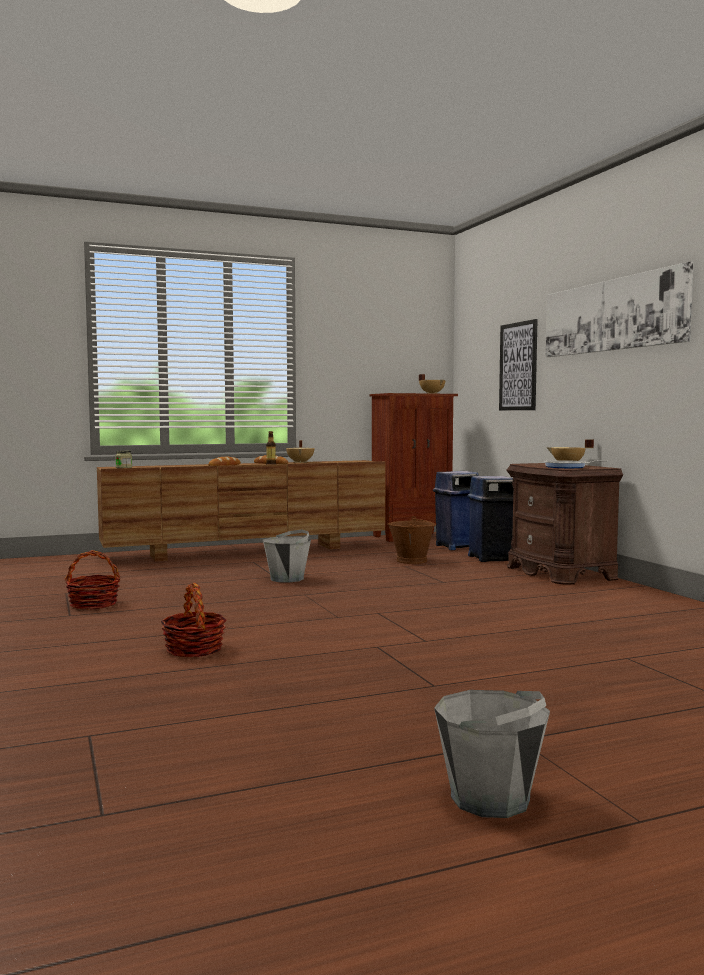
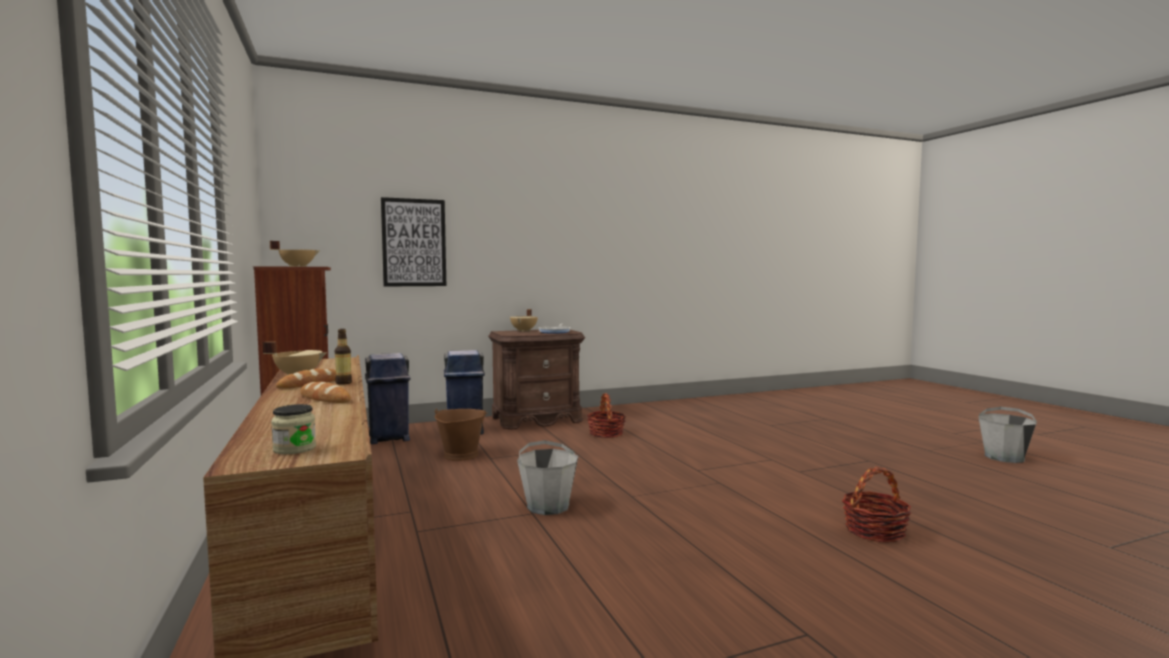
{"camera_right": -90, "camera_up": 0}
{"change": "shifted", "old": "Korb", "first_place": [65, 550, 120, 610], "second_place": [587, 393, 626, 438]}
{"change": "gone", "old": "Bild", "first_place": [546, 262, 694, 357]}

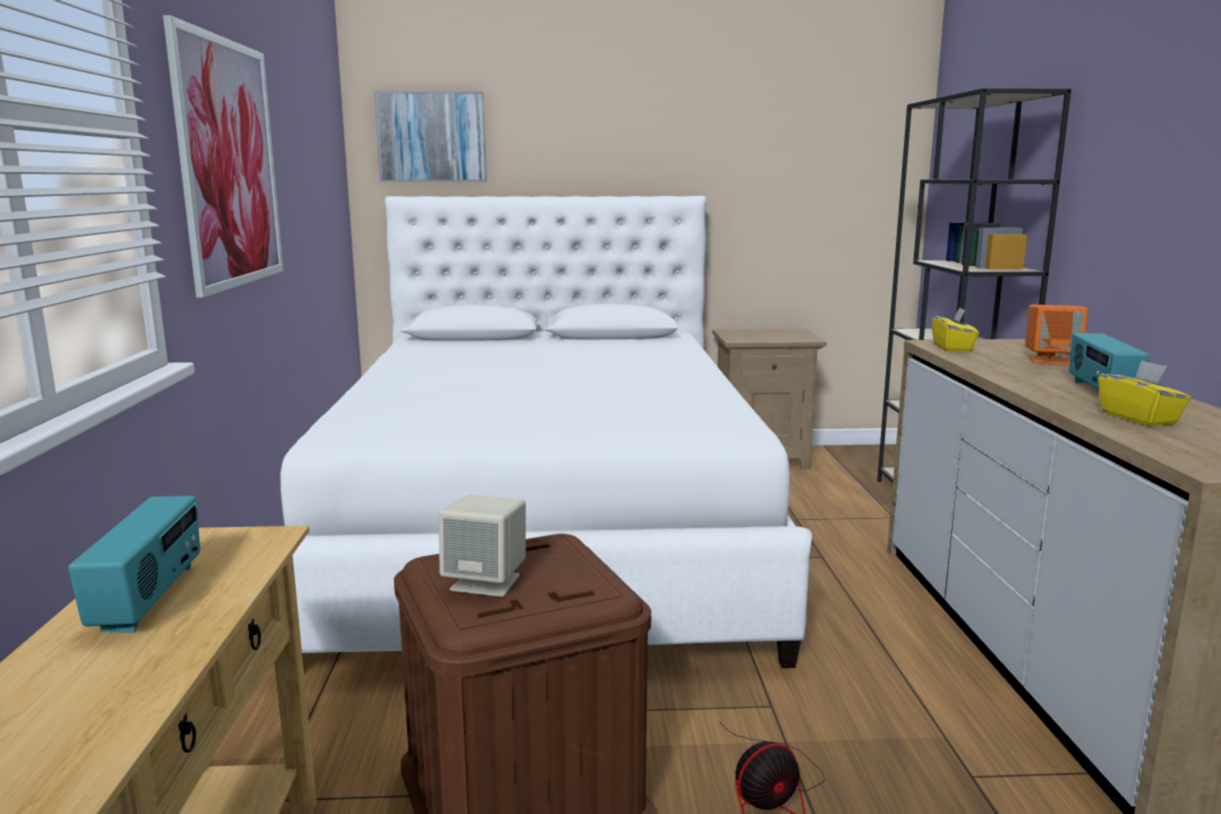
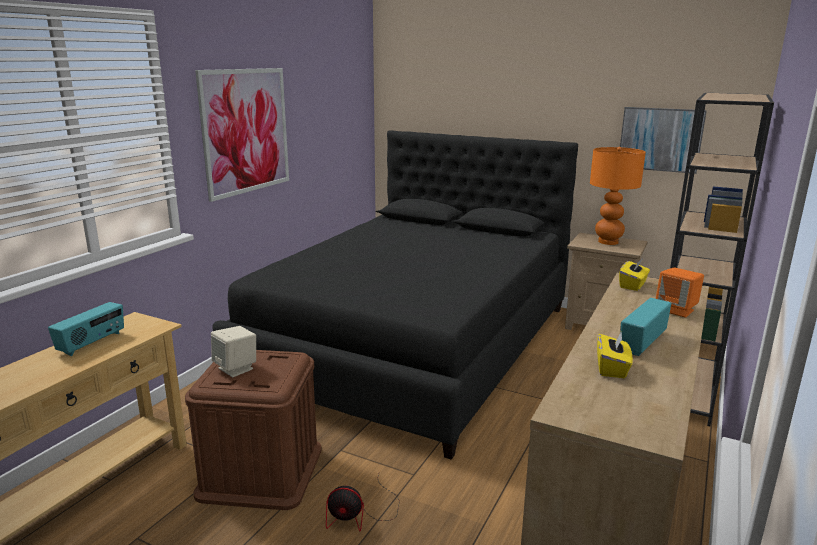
{"camera_right": 30, "camera_up": 5}
{"change": "repainted", "old": "Bett (weiß)", "new": "Bett (schwarz)", "first_place": [280, 196, 812, 668], "second_place": [212, 130, 578, 460]}
{"change": "shifted", "old": "Bild", "first_place": [374, 91, 487, 182], "second_place": [620, 107, 707, 174]}
{"change": "new", "new": "Tischlampe (orange)", "second_place": [590, 147, 646, 245]}

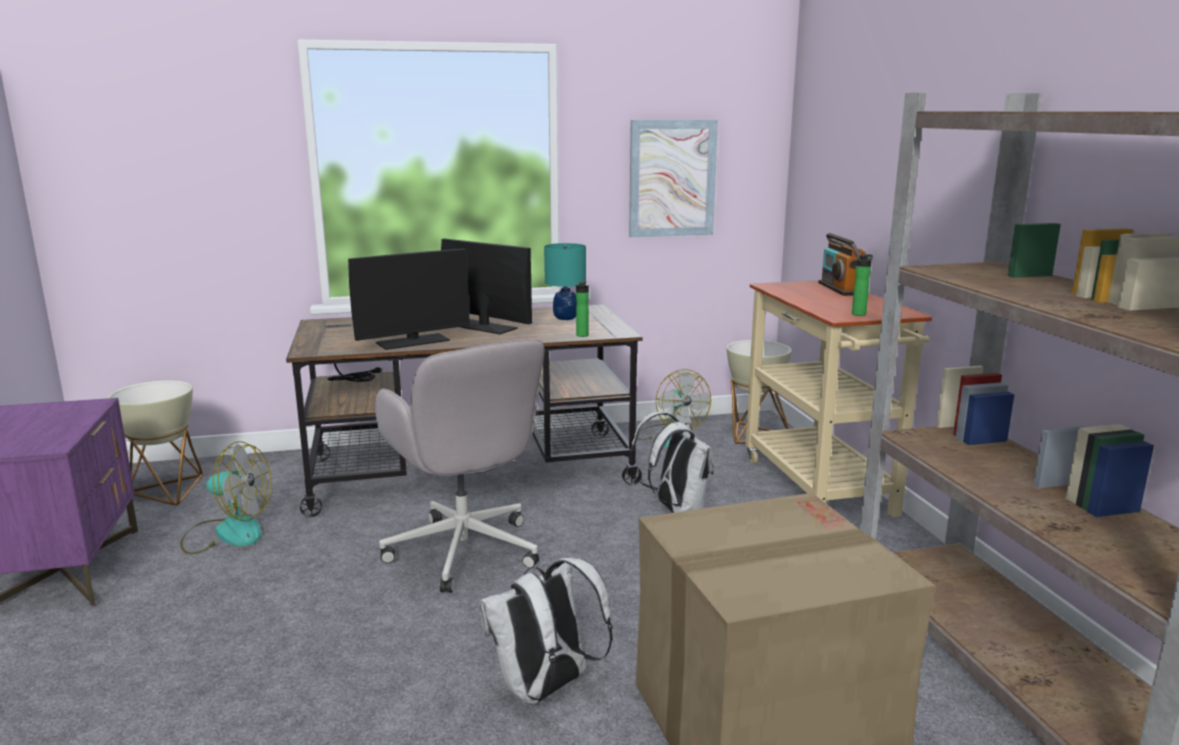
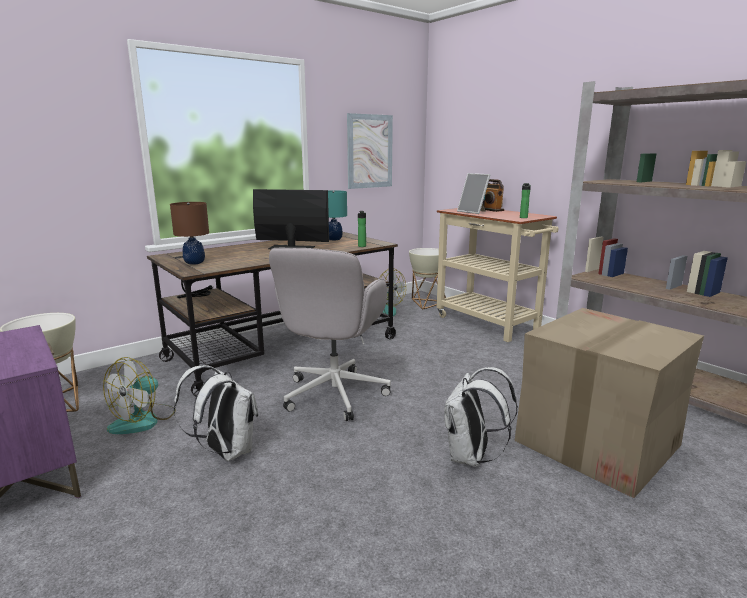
{"camera_right": -25, "camera_up": 0}
{"change": "rotated", "old": "Ventilator", "first_place": [180, 441, 271, 554], "second_place": [103, 357, 176, 434], "degrees": 135}
{"change": "gone", "old": "Monitor", "first_place": [348, 249, 470, 350]}
{"change": "rotated", "old": "Bürostuhl (grau)", "first_place": [375, 339, 545, 593], "second_place": [269, 248, 391, 421], "degrees": 75}
{"change": "shifted", "old": "Rucksack (weiß)", "first_place": [630, 412, 714, 513], "second_place": [174, 365, 258, 461]}
{"change": "new", "new": "Tischlampe (braun)", "second_place": [170, 202, 209, 264]}
{"change": "new", "new": "Bilderrahmen", "second_place": [457, 173, 490, 214]}

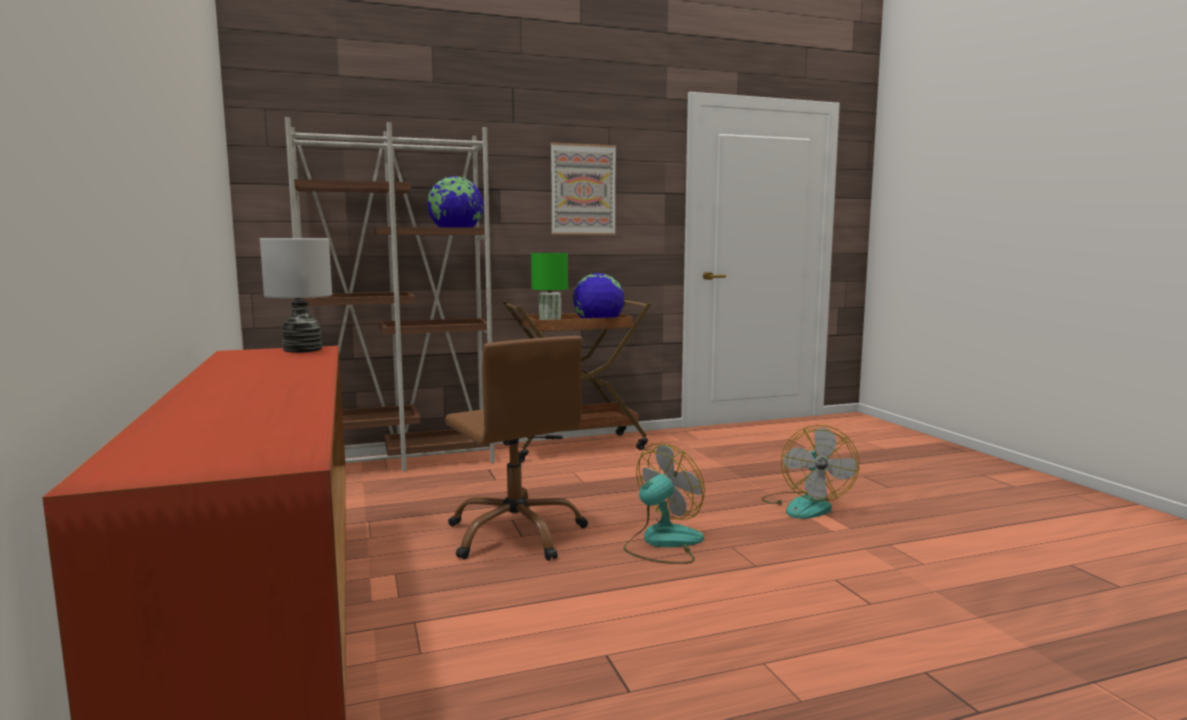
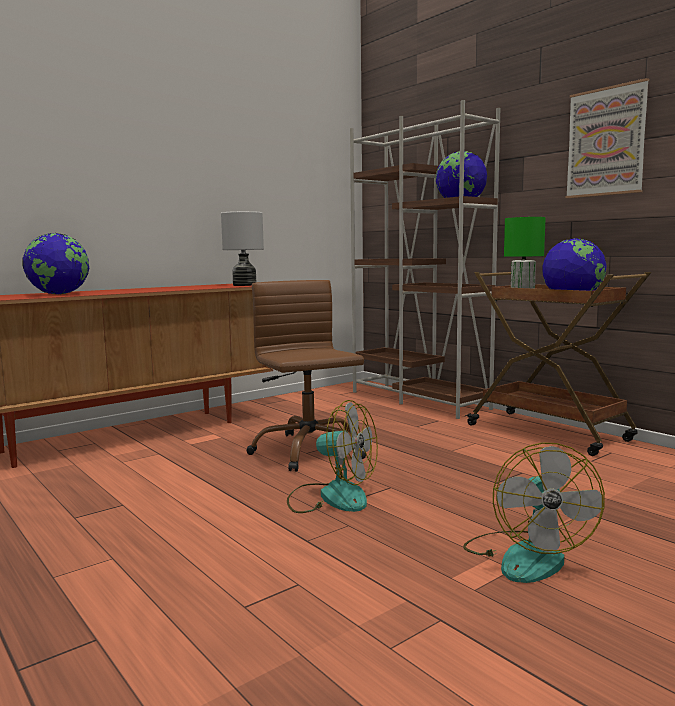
{"camera_right": 70, "camera_up": 0}
{"change": "rotated", "old": "Bürostuhl (braun)", "first_place": [445, 336, 588, 561], "second_place": [247, 280, 366, 472], "degrees": 120}
{"change": "rotated", "old": "Ventilator", "first_place": [762, 425, 859, 519], "second_place": [463, 442, 605, 583], "degrees": -75}
{"change": "new", "new": "Globus", "second_place": [23, 233, 90, 294]}

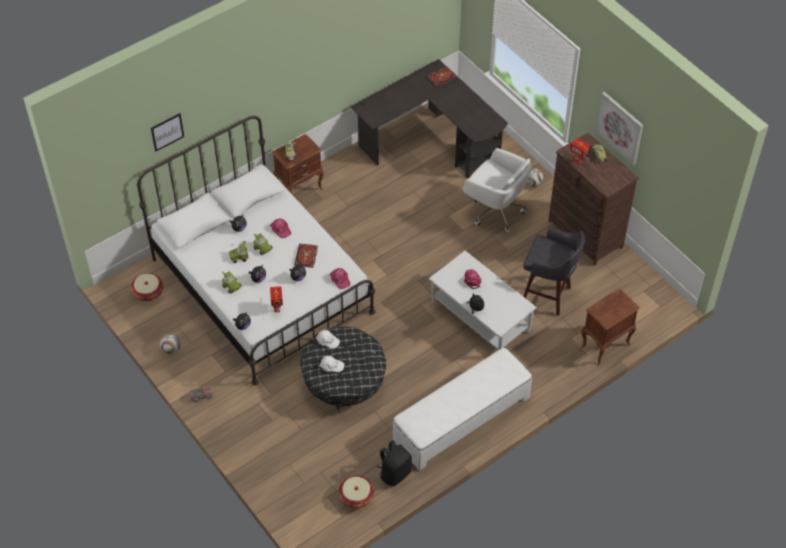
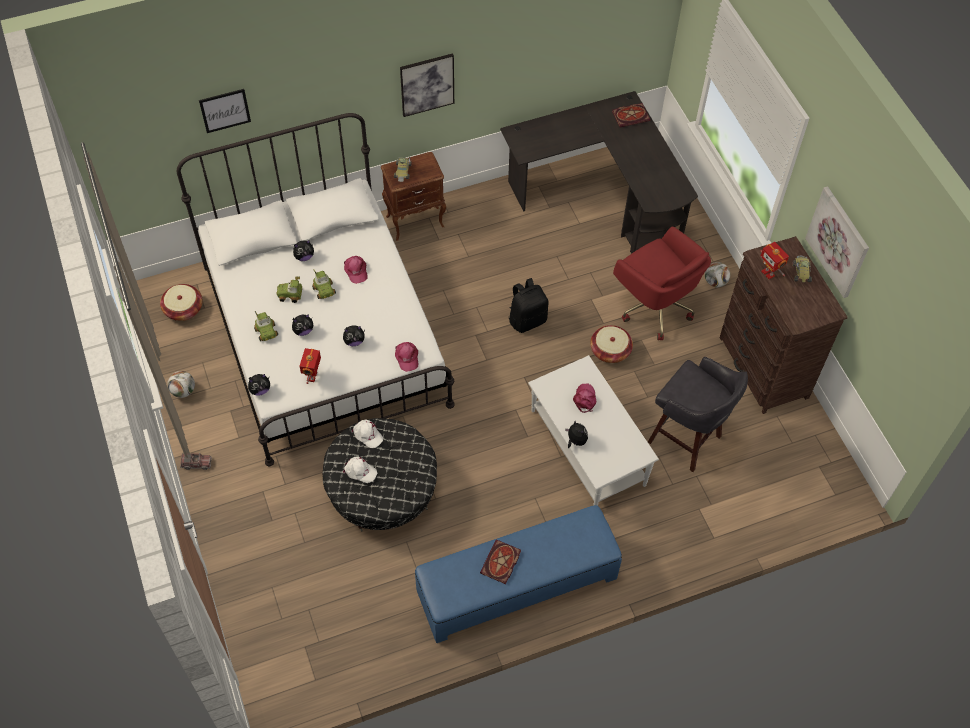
{"camera_right": 15, "camera_up": 5}
{"change": "shifted", "old": "Buch", "first_place": [294, 243, 318, 268], "second_place": [480, 539, 521, 584]}
{"change": "shifted", "old": "Korb", "first_place": [338, 475, 374, 509], "second_place": [590, 325, 633, 363]}
{"change": "shifted", "old": "Rucksack (schwarz)", "first_place": [377, 440, 412, 486], "second_place": [509, 278, 549, 333]}
{"change": "repainted", "old": "Bank (weiß)", "new": "Bank (blau)", "first_place": [393, 348, 532, 471], "second_place": [415, 505, 622, 643]}
{"change": "repainted", "old": "Bürostuhl (weiß)", "new": "Bürostuhl (rot)", "first_place": [463, 148, 532, 233], "second_place": [613, 227, 711, 340]}
{"change": "gone", "old": "Nachttisch (braun)", "first_place": [580, 289, 640, 366]}
{"change": "new", "new": "Bild", "second_place": [400, 53, 454, 117]}

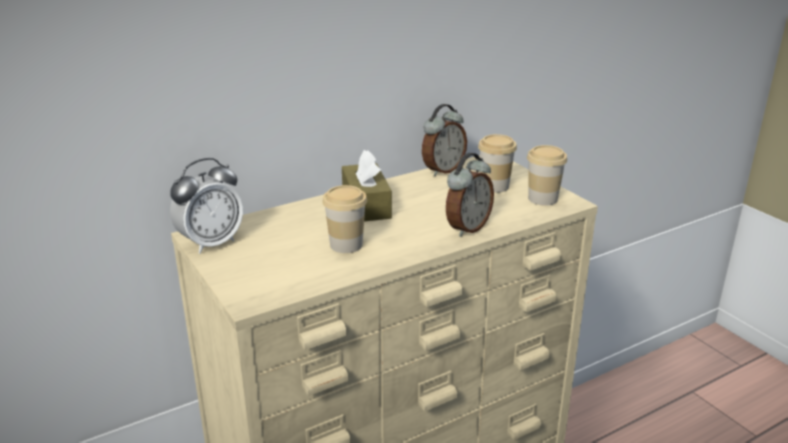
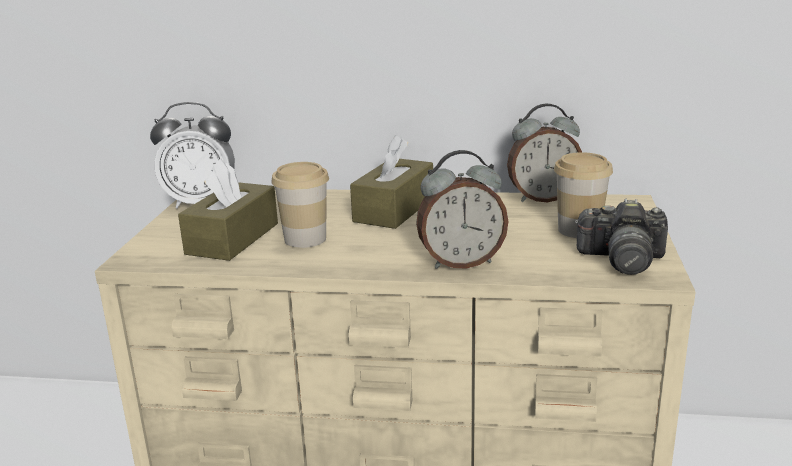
{"camera_right": 40, "camera_up": -5}
{"change": "swapped", "old": "Tasse", "new": "Kamera", "first_place": [527, 145, 567, 206], "second_place": [575, 199, 668, 275]}
{"change": "new", "new": "Taschentuchbox (braun)", "second_place": [178, 159, 278, 261]}

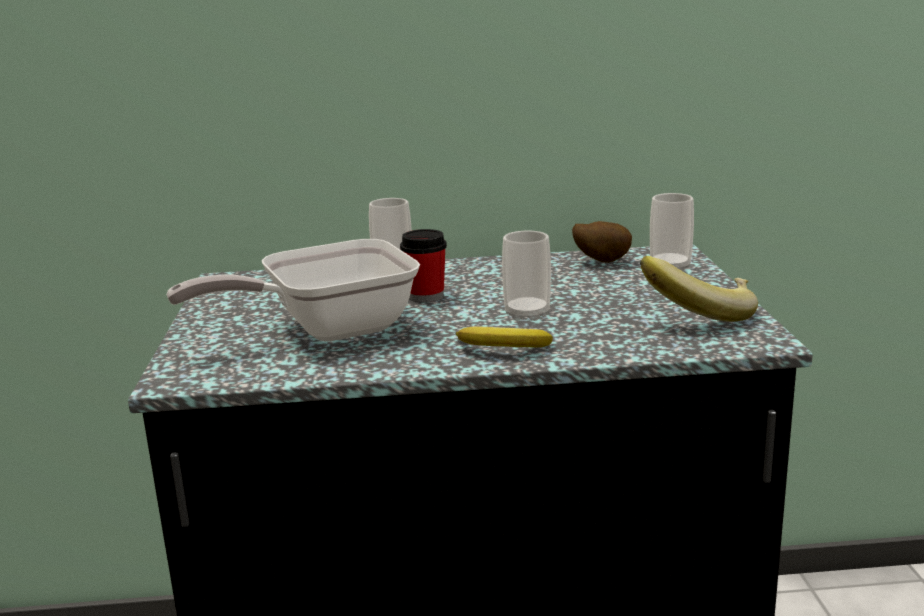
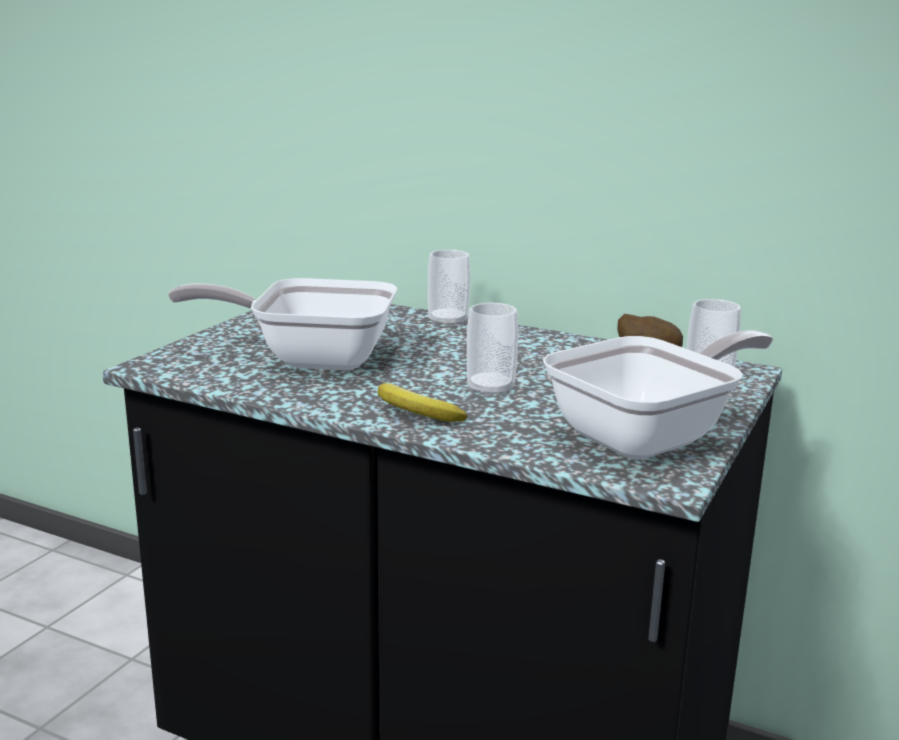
{"camera_right": 30, "camera_up": 0}
{"change": "gone", "old": "Tasse", "first_place": [400, 229, 447, 303]}
{"change": "swapped", "old": "Banane", "new": "Pfanne", "first_place": [640, 256, 758, 322], "second_place": [543, 330, 773, 460]}

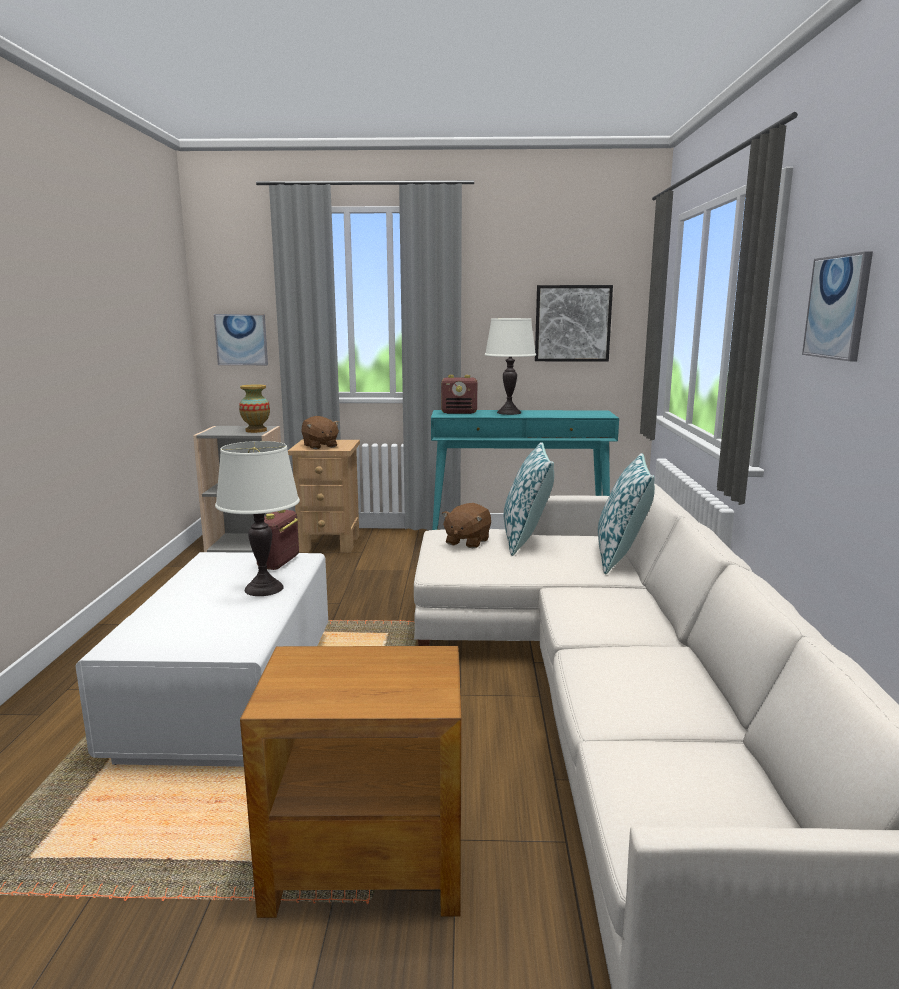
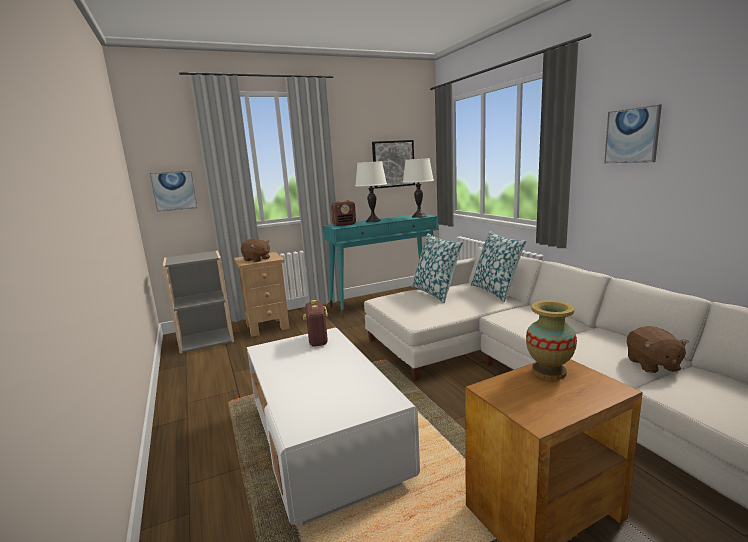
{"camera_right": -25, "camera_up": 0}
{"change": "shifted", "old": "Tischlampe (weiß)", "first_place": [215, 441, 300, 596], "second_place": [403, 158, 434, 218]}
{"change": "shifted", "old": "Vase", "first_place": [239, 384, 270, 433], "second_place": [526, 300, 577, 380]}
{"change": "shifted", "old": "Plüschtier (braun)", "first_place": [442, 503, 491, 548], "second_place": [627, 326, 689, 373]}

